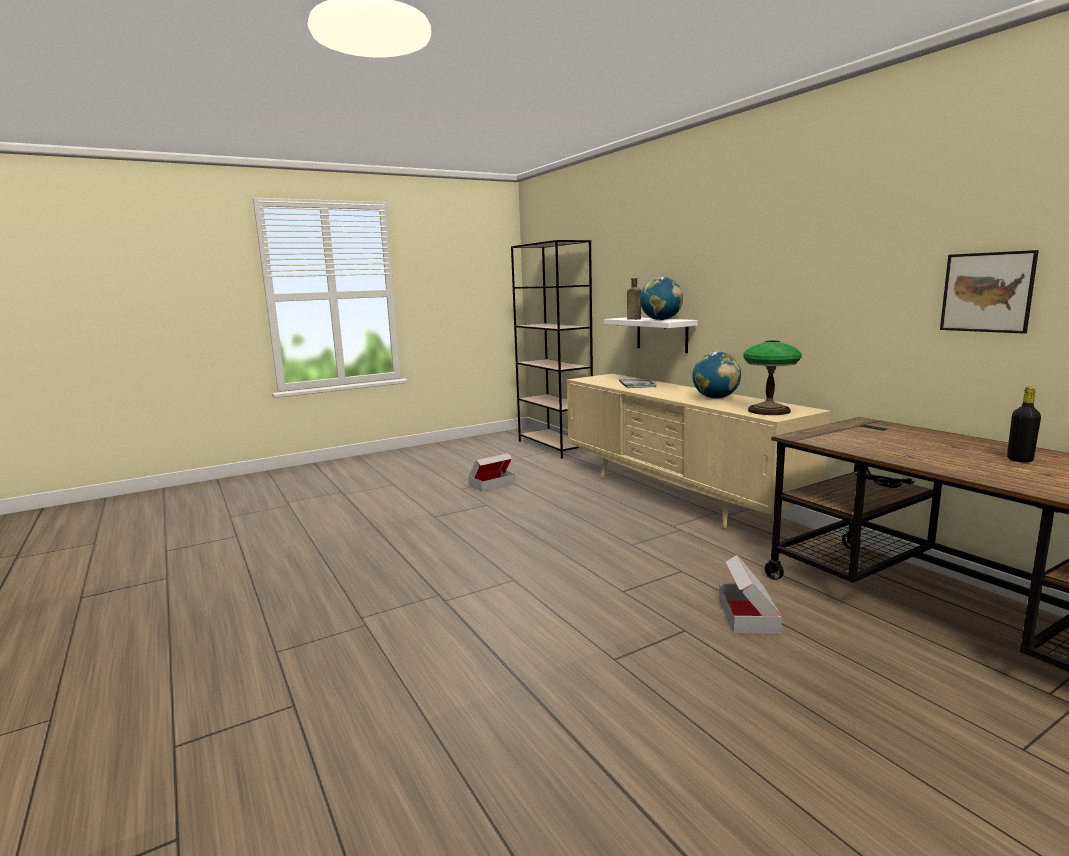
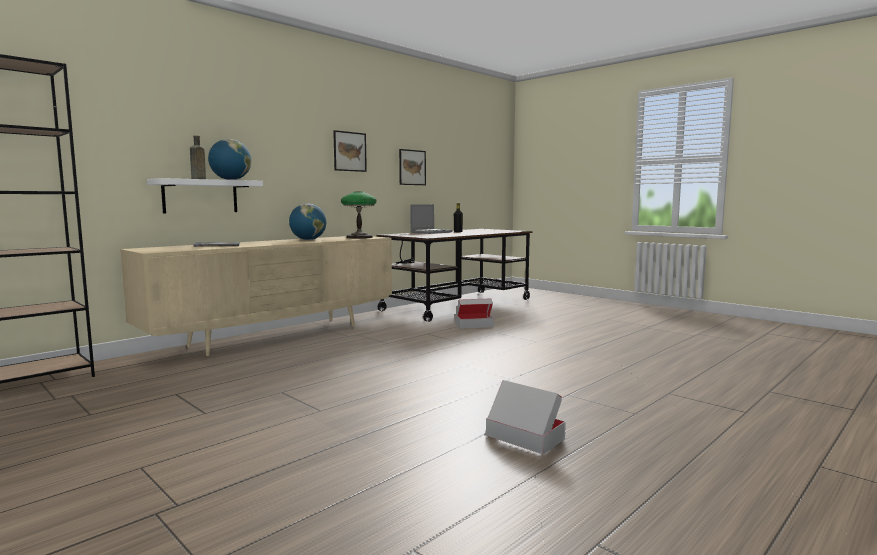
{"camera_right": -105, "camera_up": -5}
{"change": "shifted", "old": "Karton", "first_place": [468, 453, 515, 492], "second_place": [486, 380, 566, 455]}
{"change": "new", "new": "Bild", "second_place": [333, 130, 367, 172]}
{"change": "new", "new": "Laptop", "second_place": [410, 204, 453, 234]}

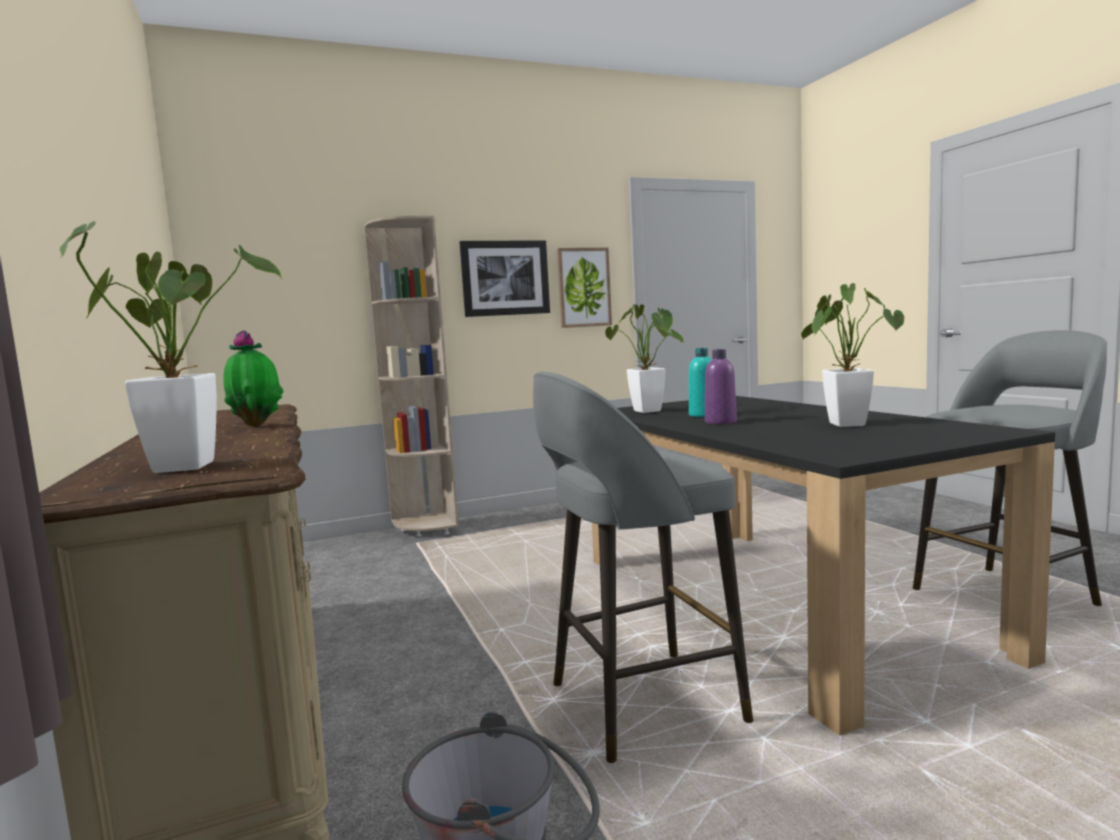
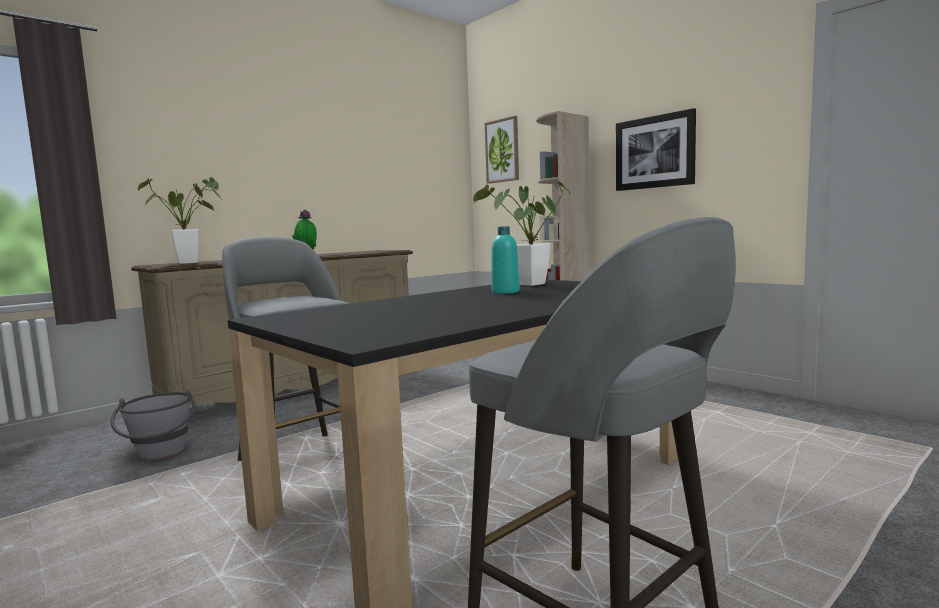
{"camera_right": 70, "camera_up": 0}
{"change": "shifted", "old": "Bild", "first_place": [557, 248, 612, 328], "second_place": [485, 116, 519, 184]}
{"change": "gone", "old": "Flasche (lila)", "first_place": [705, 349, 737, 424]}
{"change": "gone", "old": "Topfpflanze", "first_place": [801, 283, 905, 427]}

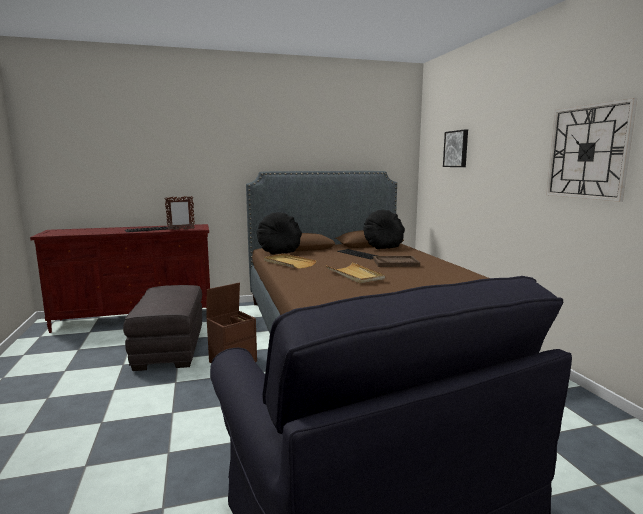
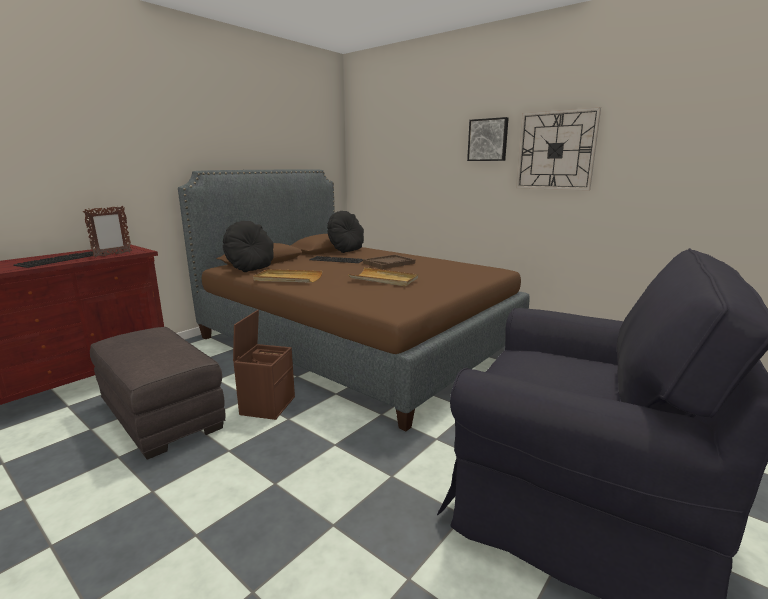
{"camera_right": -35, "camera_up": 5}
{"change": "shifted", "old": "Bild", "first_place": [443, 130, 468, 167], "second_place": [467, 117, 509, 161]}

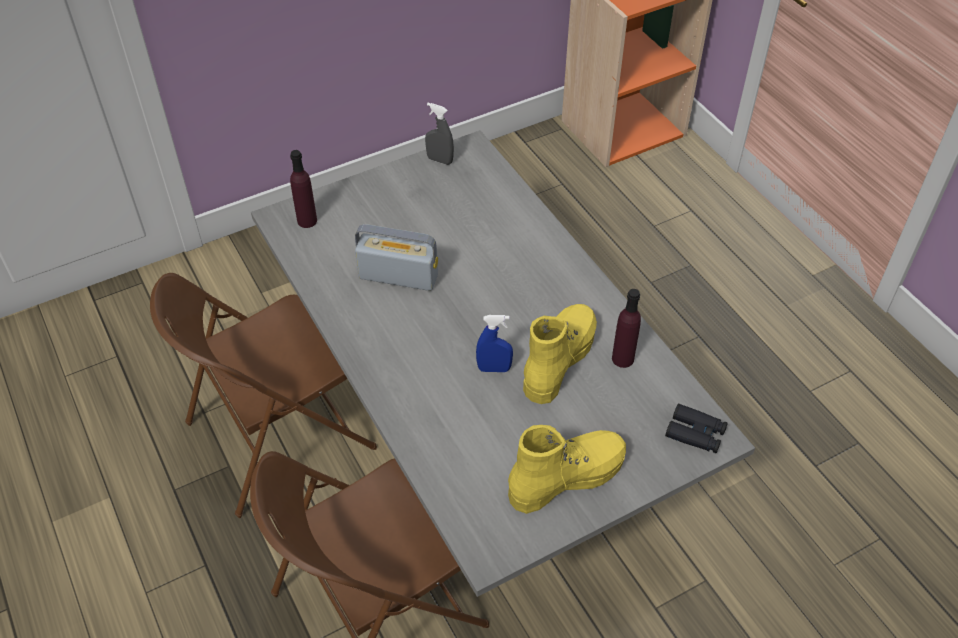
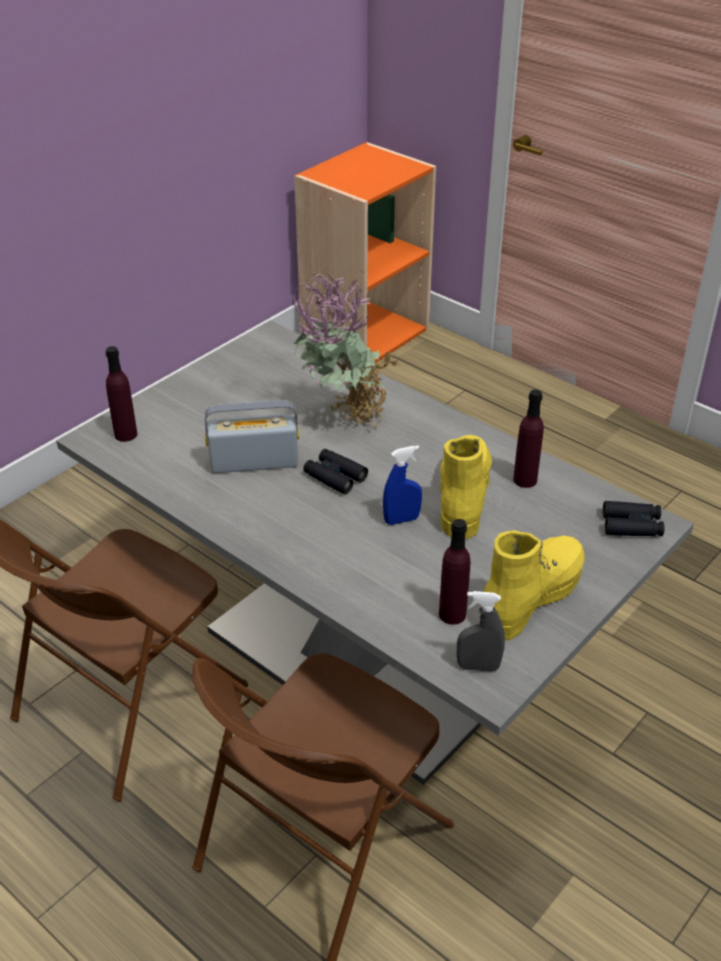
{"camera_right": -20, "camera_up": -10}
{"change": "shifted", "old": "Sprühflasche (grau)", "first_place": [425, 103, 454, 165], "second_place": [457, 591, 505, 672]}
{"change": "new", "new": "Topfpflanze", "second_place": [293, 272, 399, 430]}
{"change": "new", "new": "Fernglas (schwarz)", "second_place": [303, 449, 368, 495]}
{"change": "new", "new": "Flasche (lila)", "second_place": [439, 519, 470, 625]}

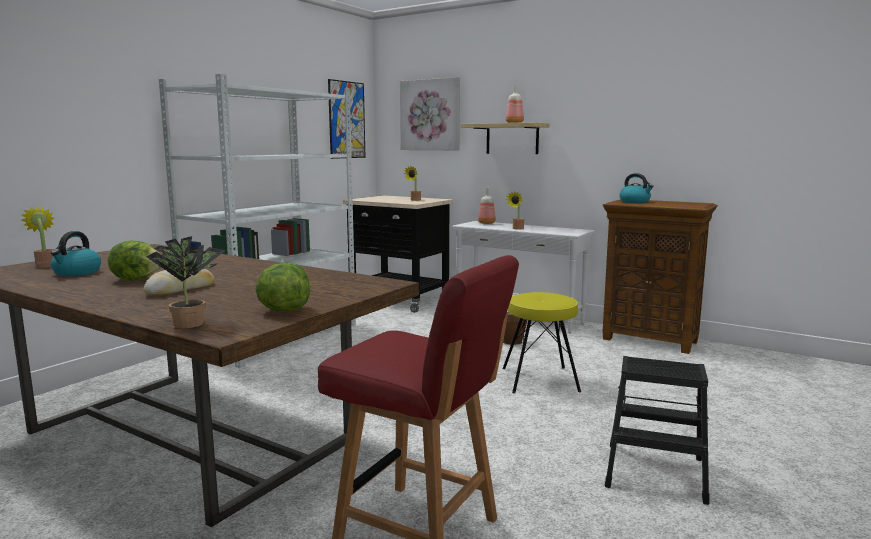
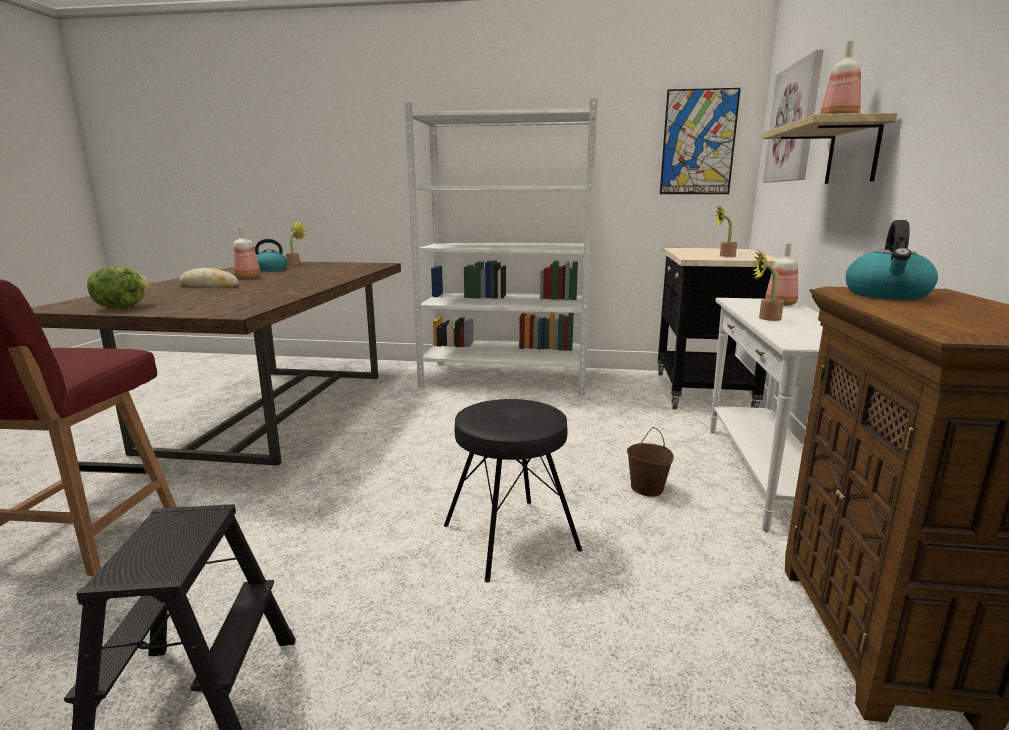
{"camera_right": 65, "camera_up": 5}
{"change": "swapped", "old": "Salatkopf", "new": "Flasche", "first_place": [108, 240, 161, 281], "second_place": [233, 227, 260, 279]}
{"change": "gone", "old": "Topfpflanze", "first_place": [146, 236, 225, 328]}
{"change": "repainted", "old": "Hocker (gelb)", "new": "Hocker (schwarz)", "first_place": [503, 292, 581, 393], "second_place": [444, 399, 582, 583]}

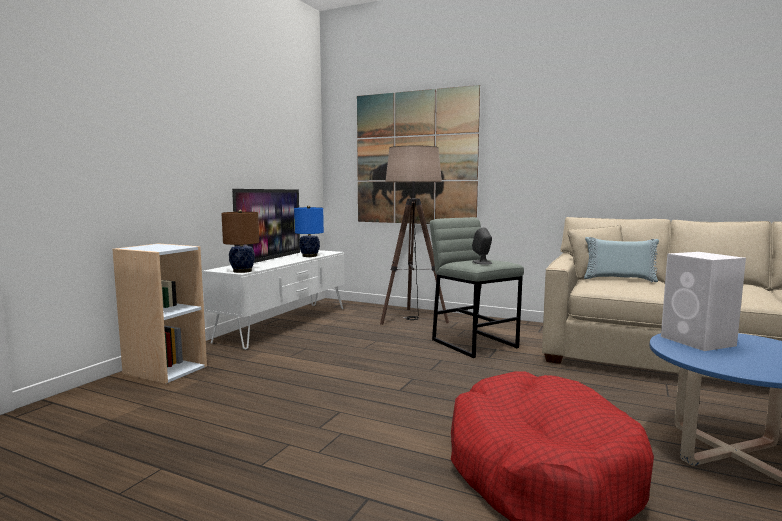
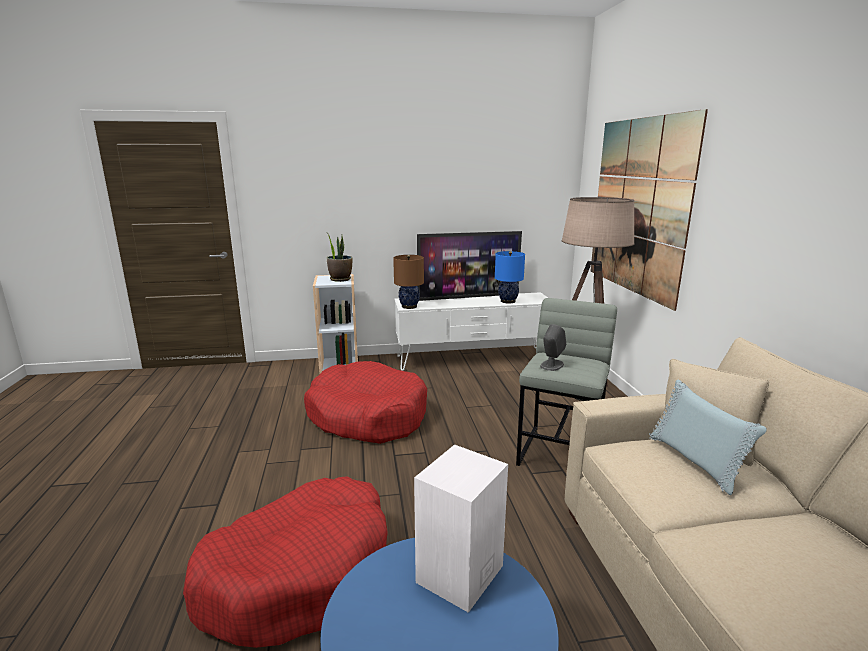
{"camera_right": 55, "camera_up": 10}
{"change": "new", "new": "Hundebett (rot)", "second_place": [304, 361, 427, 444]}
{"change": "new", "new": "Topfpflanze", "second_place": [326, 232, 352, 282]}

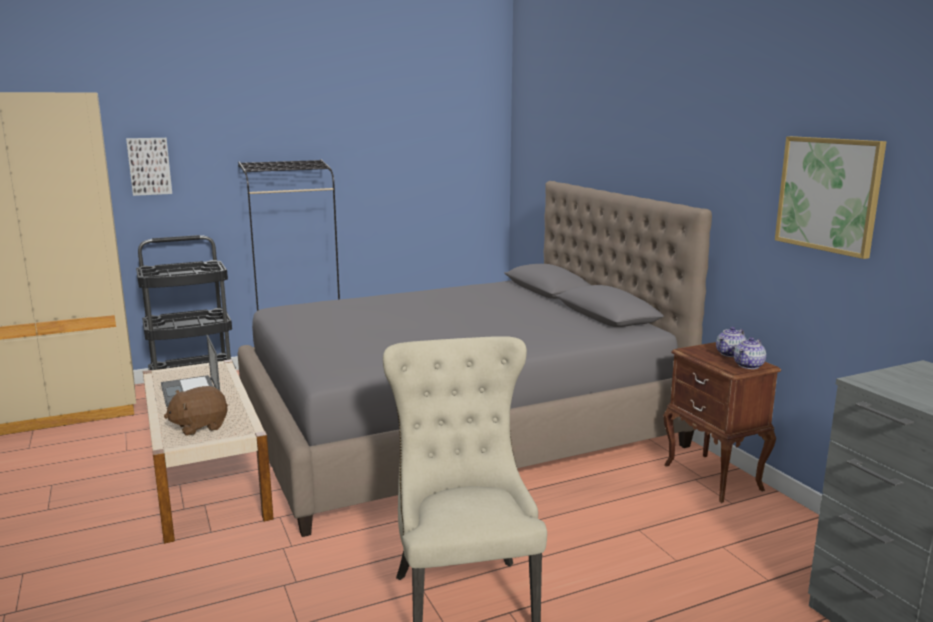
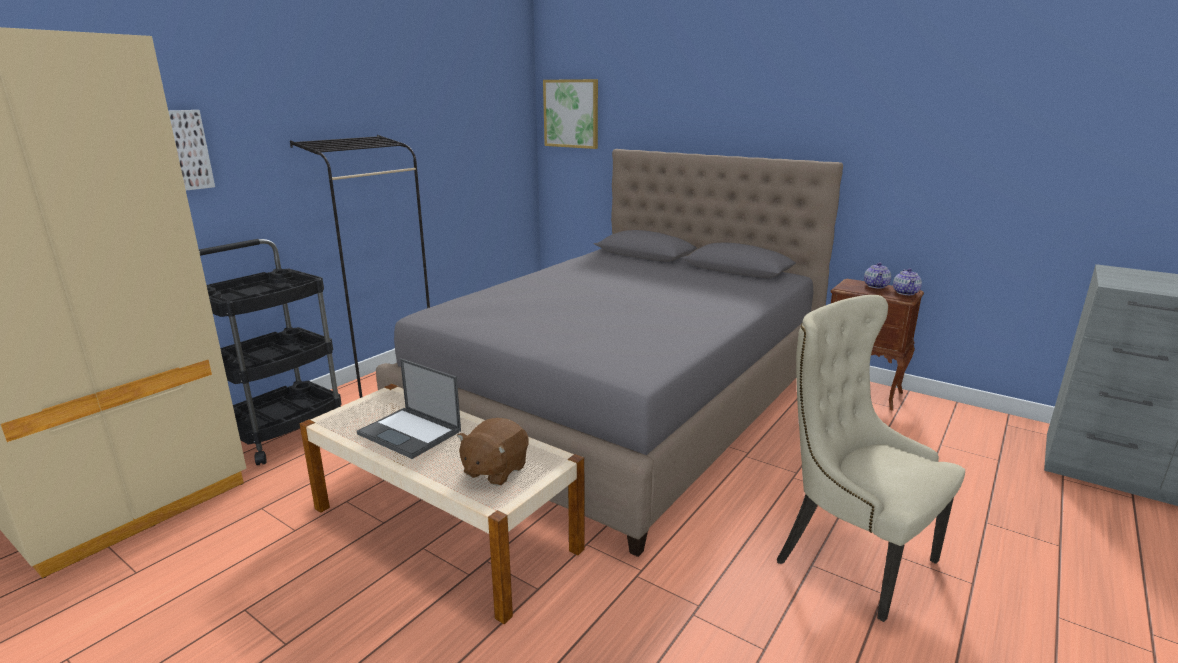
{"camera_right": -30, "camera_up": 5}
{"change": "shifted", "old": "Bild", "first_place": [775, 136, 887, 259], "second_place": [543, 79, 598, 149]}

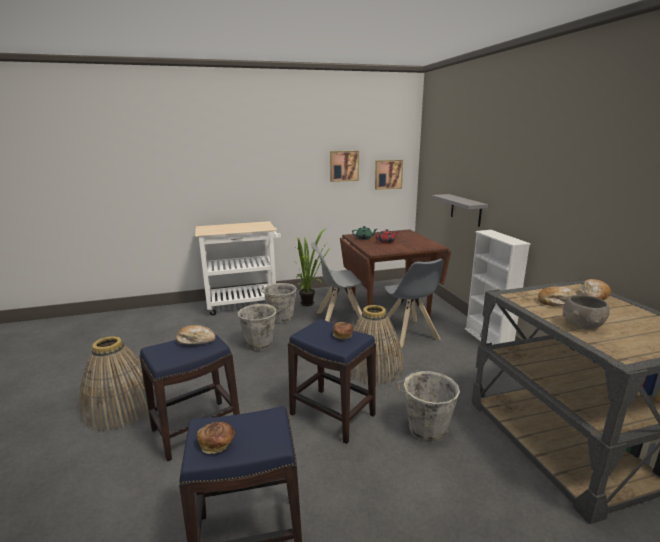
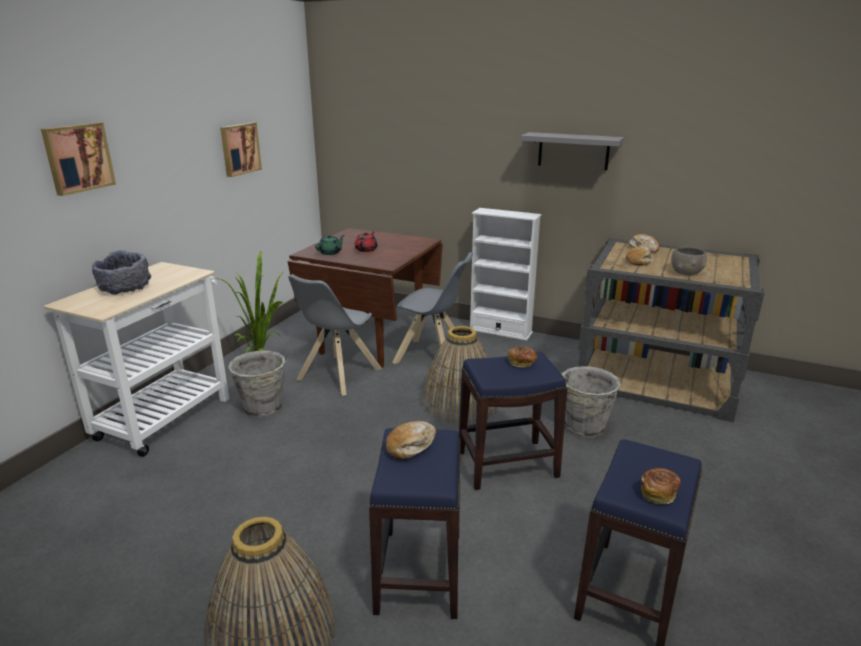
{"camera_right": -50, "camera_up": 5}
{"change": "gone", "old": "Eimer (grau)", "first_place": [238, 303, 281, 351]}
{"change": "shifted", "old": "Bild", "first_place": [375, 160, 403, 190], "second_place": [41, 122, 116, 196]}
{"change": "shifted", "old": "Wandregal (grau)", "first_place": [432, 194, 488, 227], "second_place": [521, 132, 624, 170]}
{"change": "new", "new": "Schüssel (grau)", "second_place": [92, 250, 151, 295]}

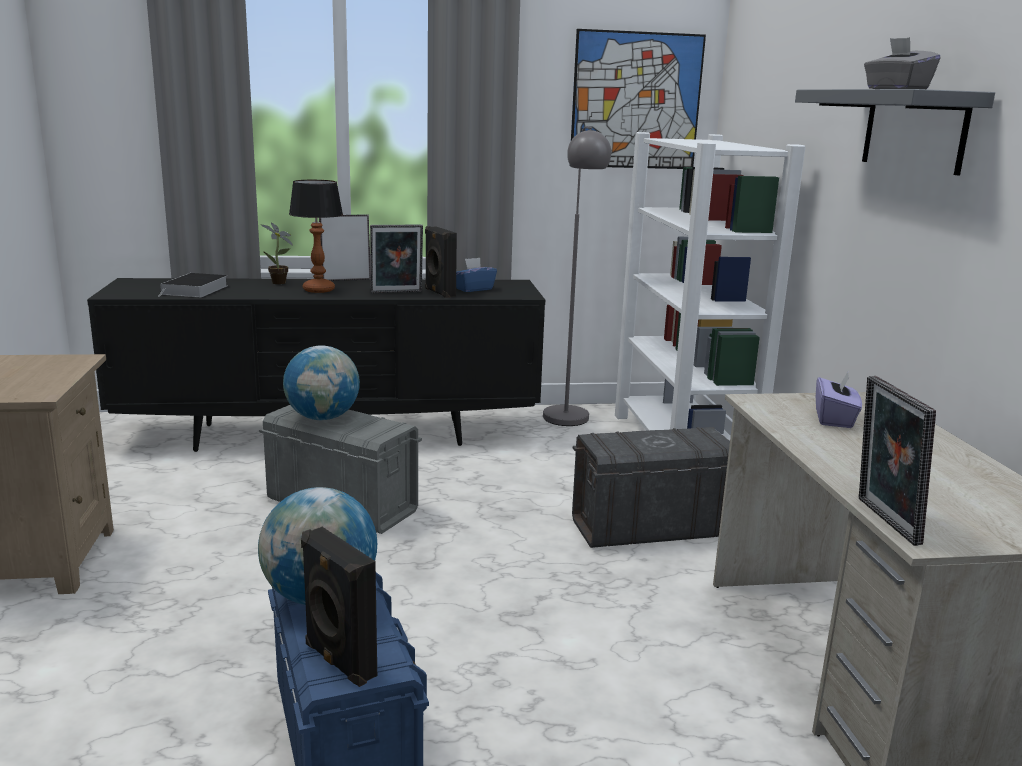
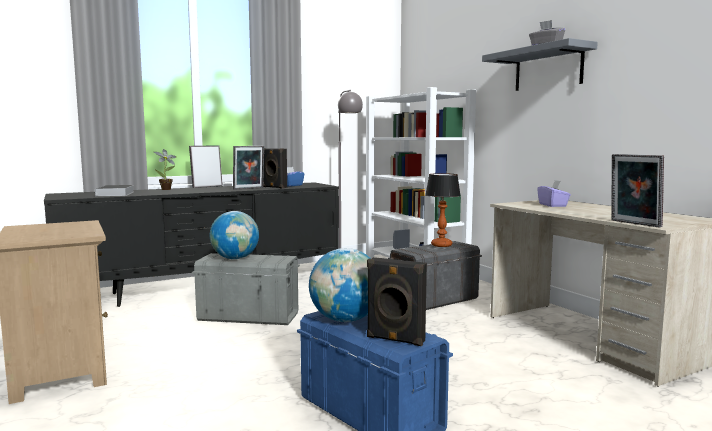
{"camera_right": -20, "camera_up": -10}
{"change": "shifted", "old": "Tischlampe", "first_place": [289, 180, 343, 293], "second_place": [426, 173, 461, 247]}
{"change": "gone", "old": "Bild", "first_place": [571, 29, 706, 169]}

